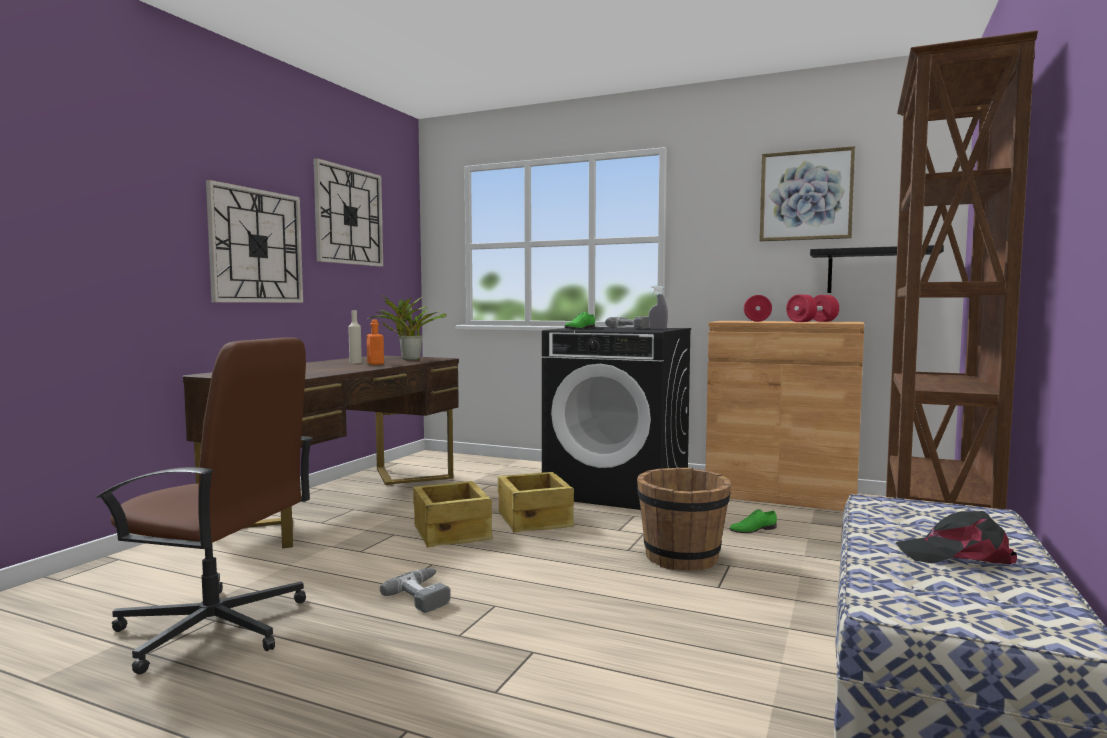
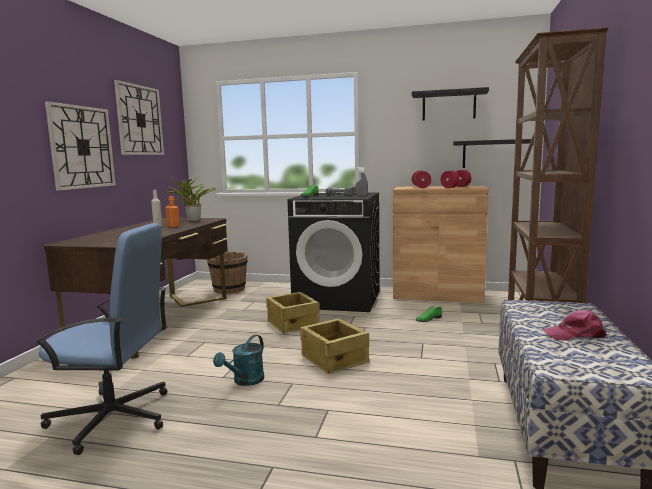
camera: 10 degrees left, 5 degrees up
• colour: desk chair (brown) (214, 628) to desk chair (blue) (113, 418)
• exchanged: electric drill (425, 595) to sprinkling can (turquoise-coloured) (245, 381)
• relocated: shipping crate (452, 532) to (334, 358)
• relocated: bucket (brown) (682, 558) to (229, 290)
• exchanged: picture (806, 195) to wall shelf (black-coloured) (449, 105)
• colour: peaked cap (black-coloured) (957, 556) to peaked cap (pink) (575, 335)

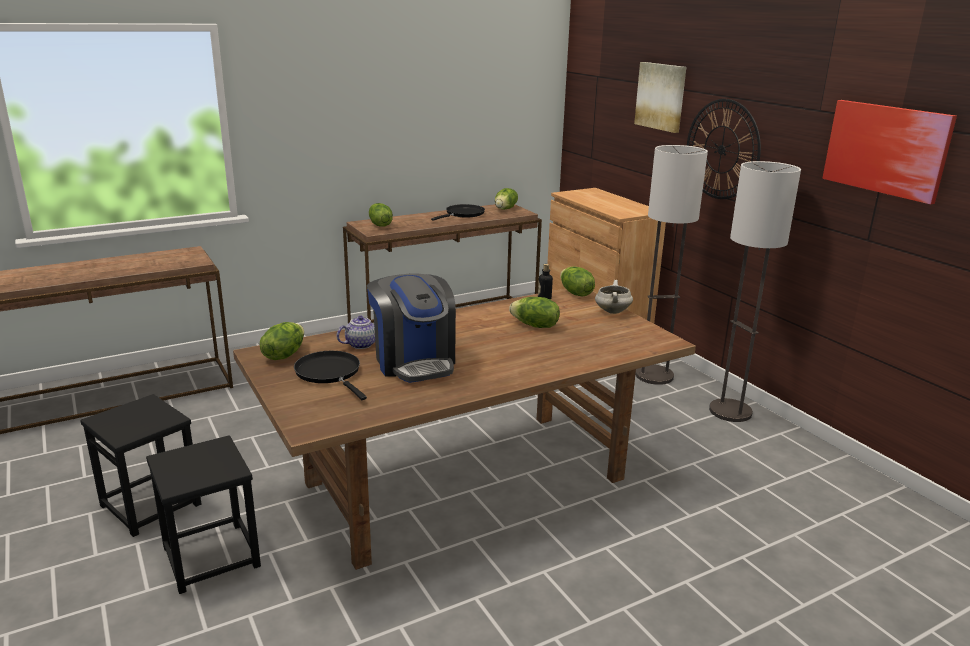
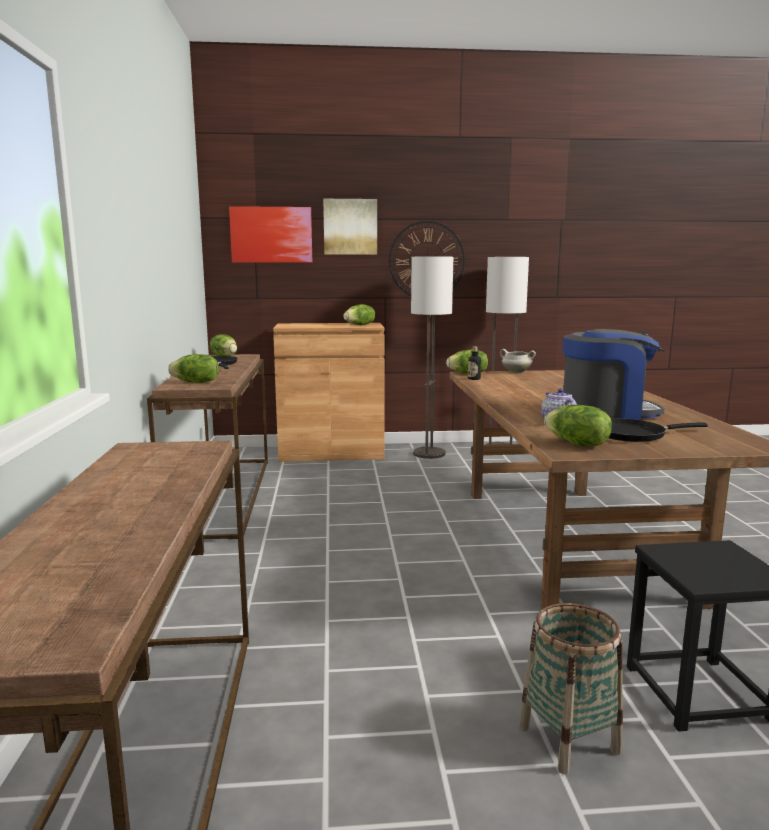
camera: 65 degrees left, 10 degrees down
• exchanged: stool (black-coloured) (151, 505) to basket (568, 739)
• relocated: lettuce (535, 326) to (360, 325)
• relocated: picture (886, 149) to (271, 235)

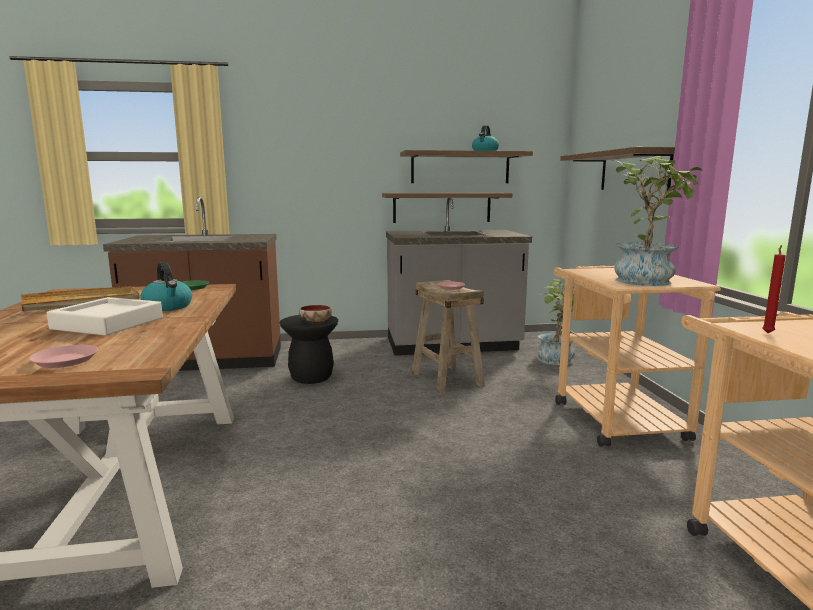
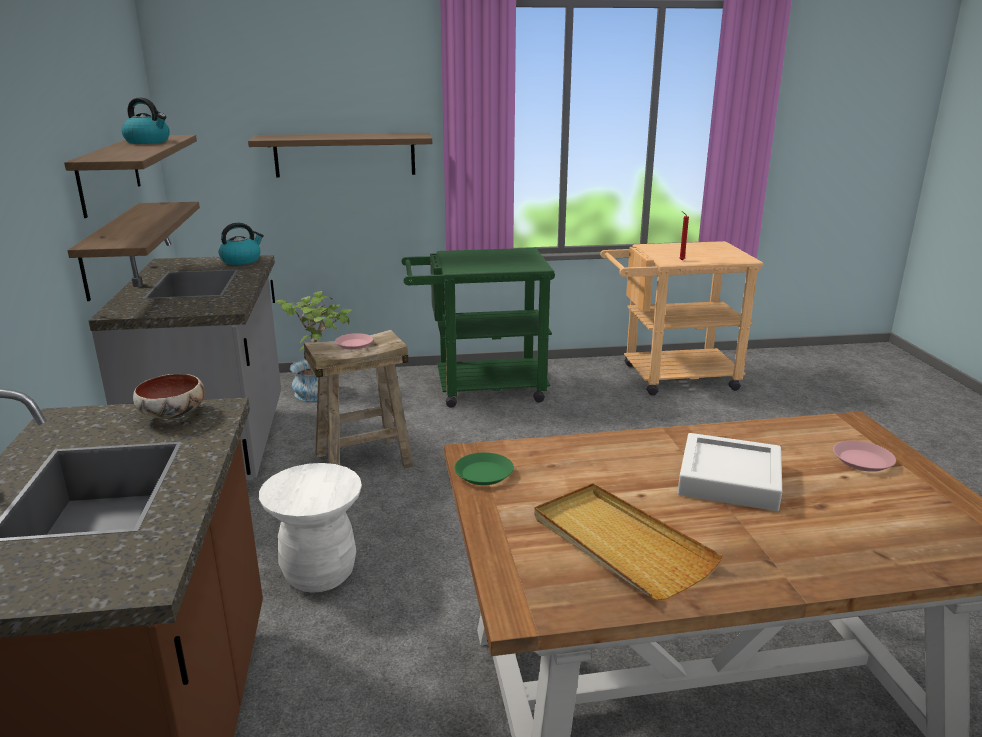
camera: 90 degrees left, 10 degrees up
• relocated: kettle (168, 307) to (241, 260)
• colour: stool (black-coloured) (311, 377) to stool (whitish) (319, 573)
• relocated: serving bowl (315, 322) to (173, 415)
• colour: trolley (beige) (612, 416) to trolley (green-coloured) (479, 388)
• missing: potted plant (646, 280)

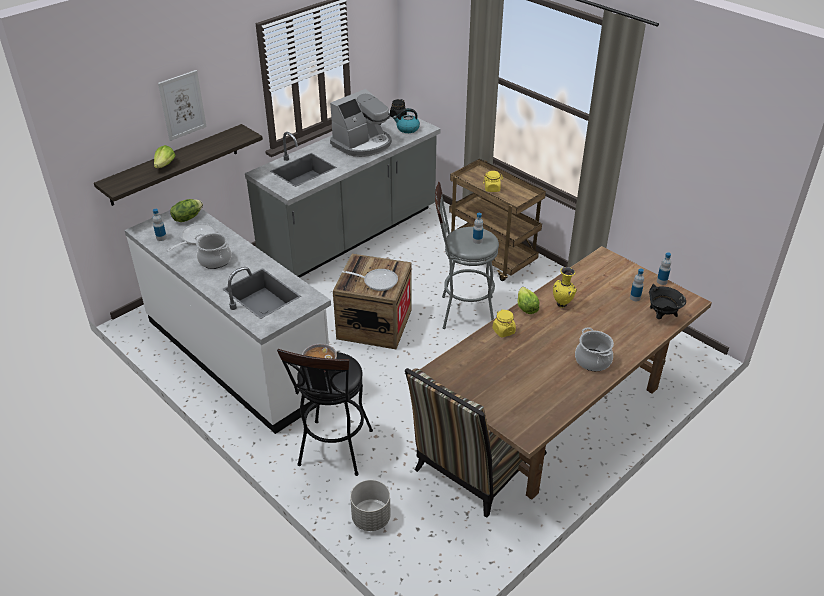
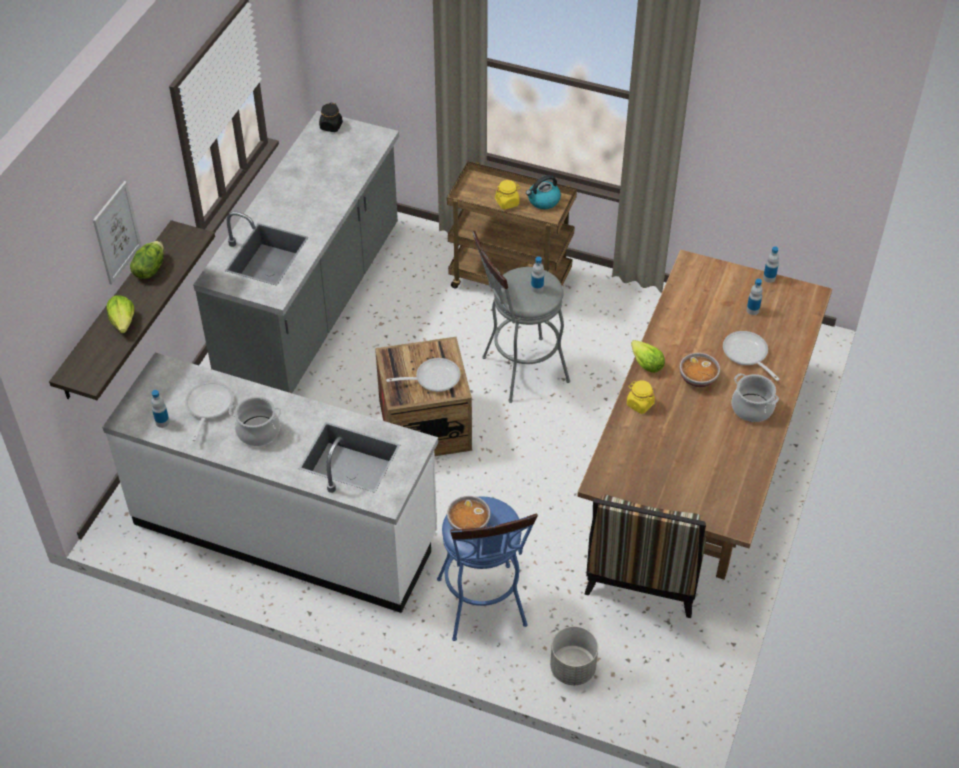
camera: 25 degrees left, 10 degrees up
• relocated: lettuce (187, 218) to (149, 269)
• colour: stool (black-coloured) (334, 453) to stool (blue) (484, 609)
• missing: coffee machine (363, 144)
• relocated: kettle (407, 129) to (543, 201)
• missing: flower vase (yellowish) (562, 304)
• missing: stockpot (black-coloured) (662, 316)
• appeared: serving bowl (697, 379)
• appeared: skillet (747, 354)

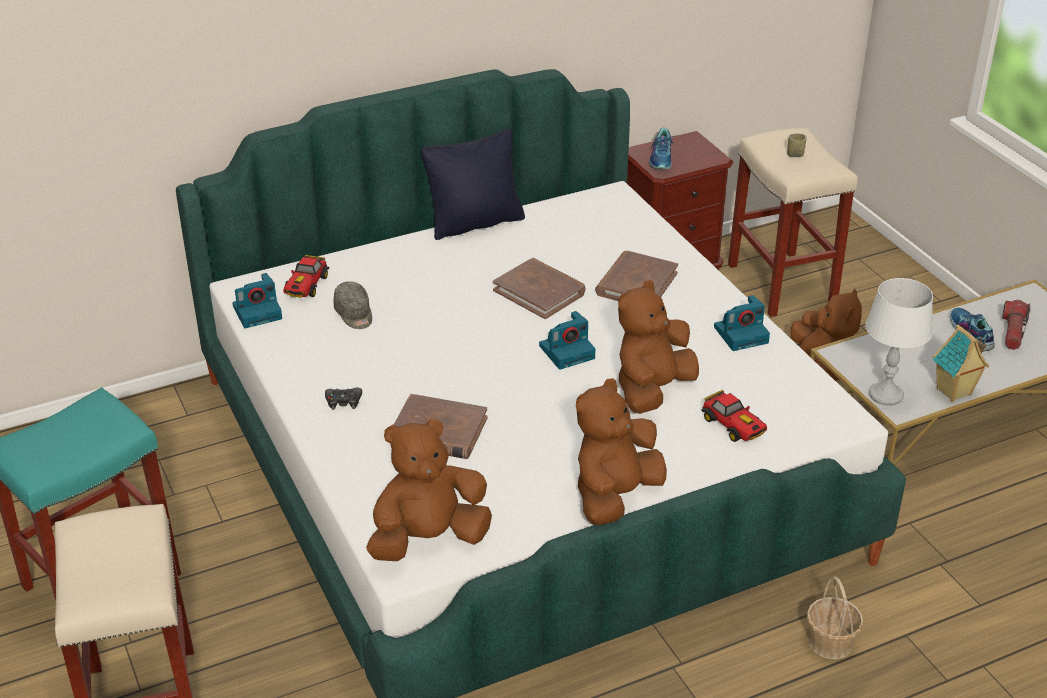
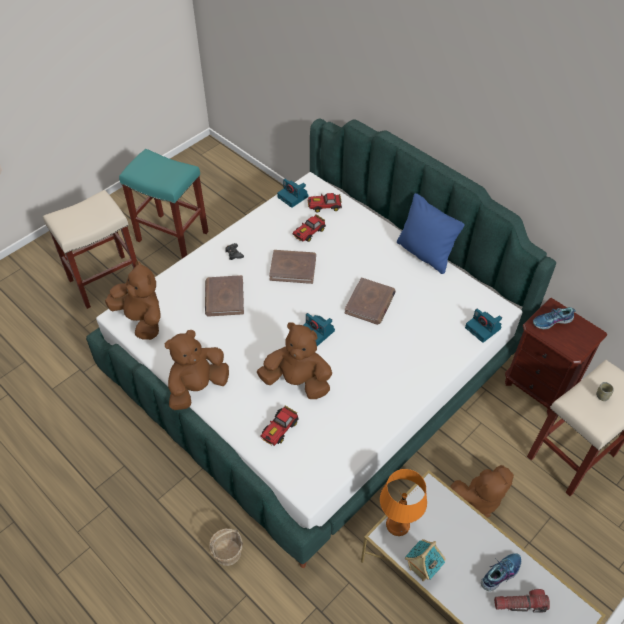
camera: 70 degrees right, 15 degrees up
• exchanged: peaked cap (grey) (354, 314) to model car (309, 233)
• colour: pillow (black-coloured) (475, 223) to pillow (blue) (425, 253)
• spun: plush toy (brown) (615, 496) = (197, 387) 60 degrees counterclockwise
• relocated: bound book (brown) (636, 283) to (293, 268)
• relocated: still camera (741, 334) to (483, 328)
• colour: lamp for a table (whitish) (886, 395) to lamp for a table (orangey) (397, 524)

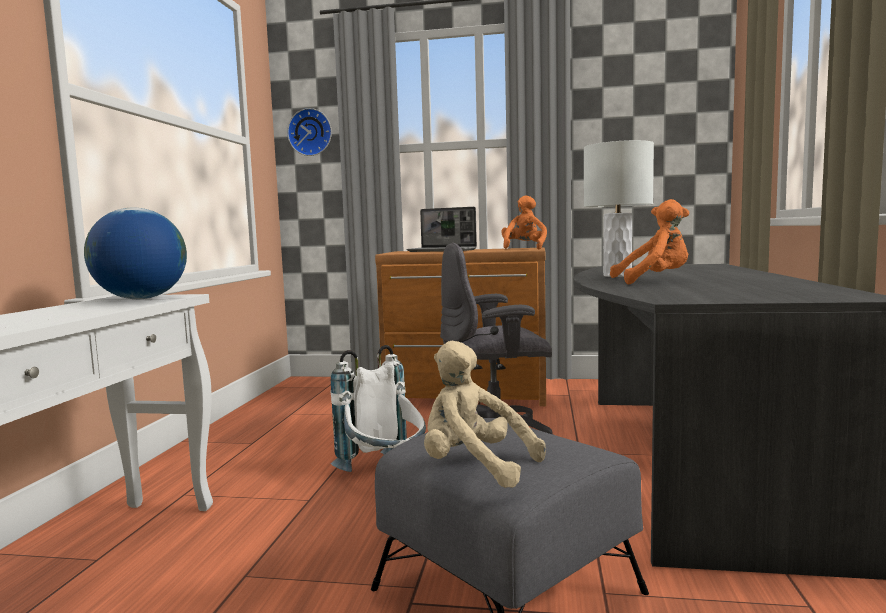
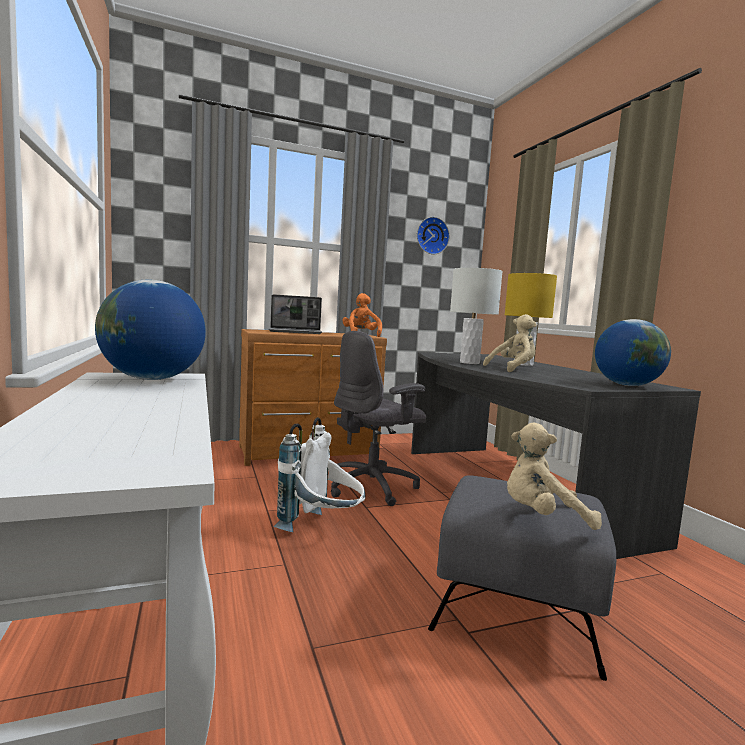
camera: 30 degrees left, 0 degrees up
• relocated: clock on the wall (310, 132) to (431, 236)
• colour: plush toy (orangey) (654, 281) to plush toy (beige) (513, 369)
• appeared: lamp for a table (yellowish) (523, 364)
• appeared: world globe (627, 385)

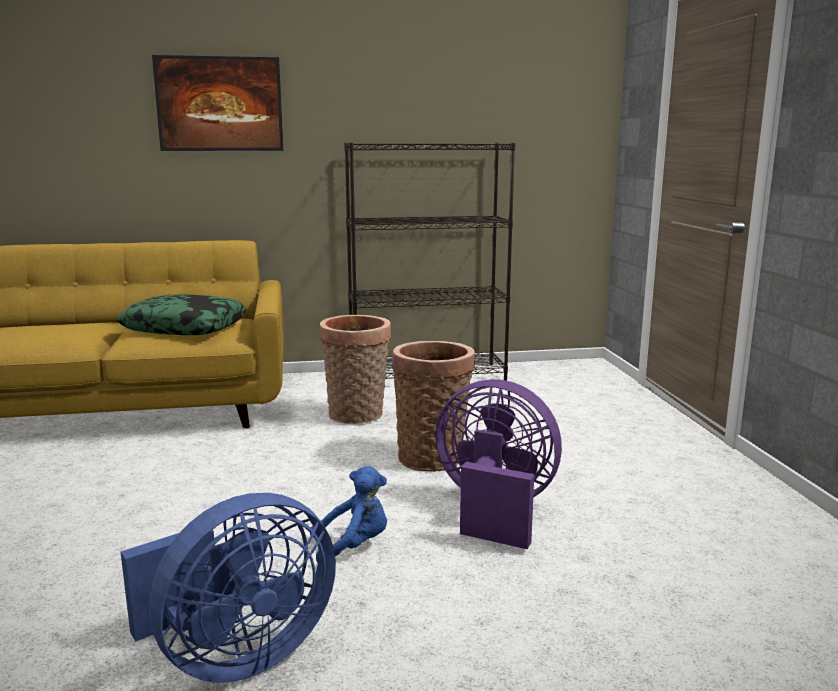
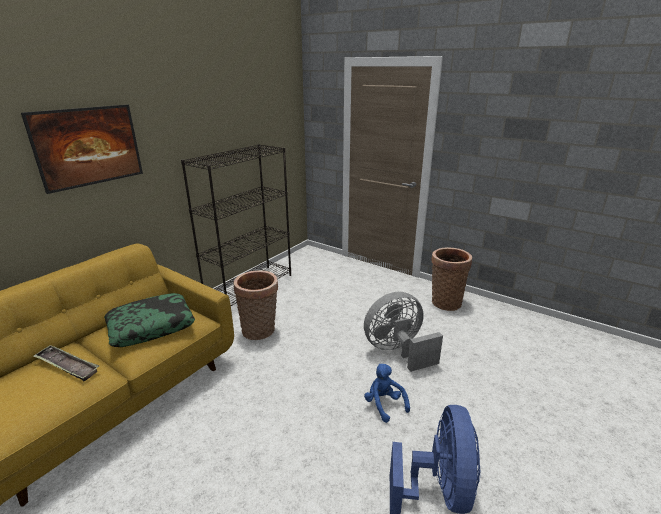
camera: 45 degrees left, 10 degrees up
• spun: plush toy (blue) (354, 546) = (384, 404) 60 degrees counterclockwise
• relocated: basket (432, 457) to (445, 301)
• colour: electric fan (purple-coloured) (494, 509) to electric fan (grey) (398, 351)
• appeared: carrying tray (67, 366)

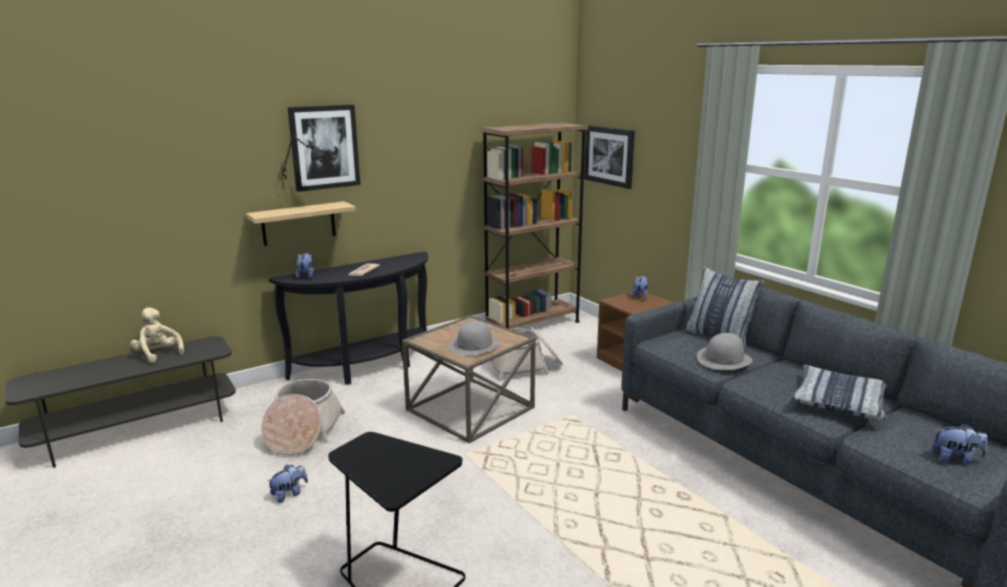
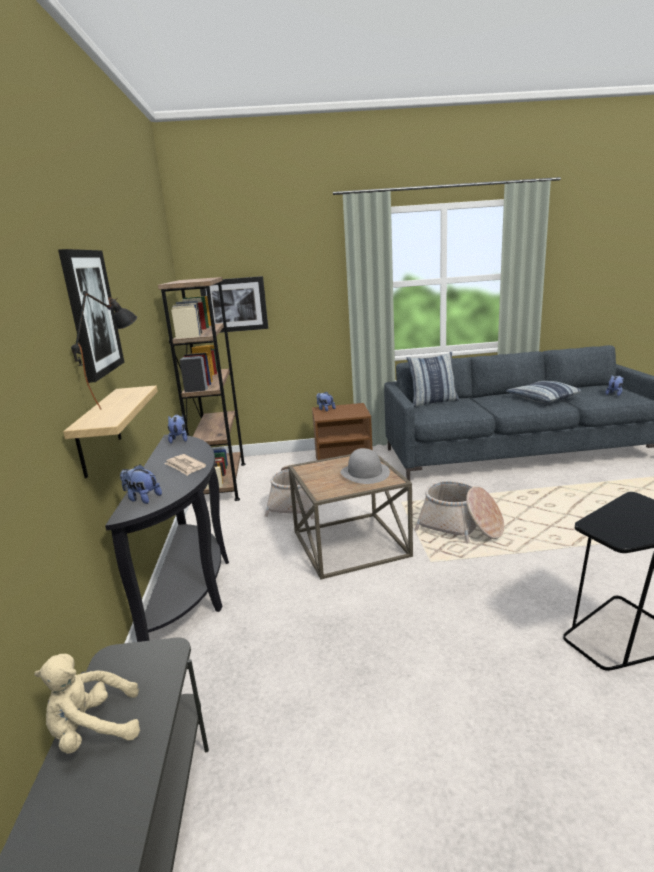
camera: 60 degrees left, 0 degrees up
• relocated: basket (303, 432) to (460, 527)
• relocated: plush toy (289, 494) to (179, 439)
• missing: clothing hat (grey) (724, 359)

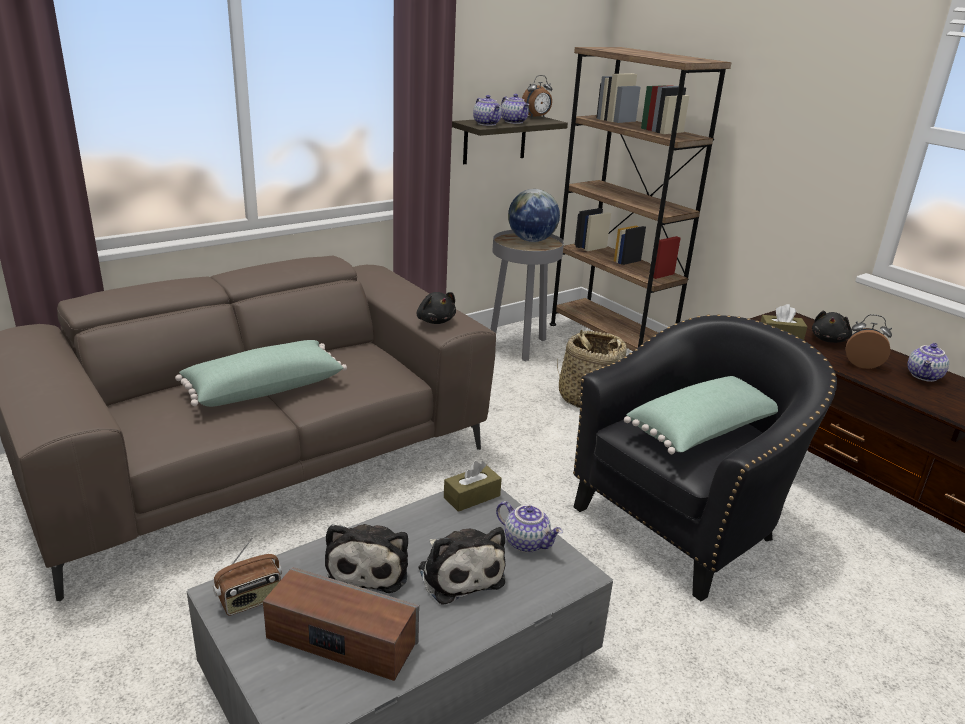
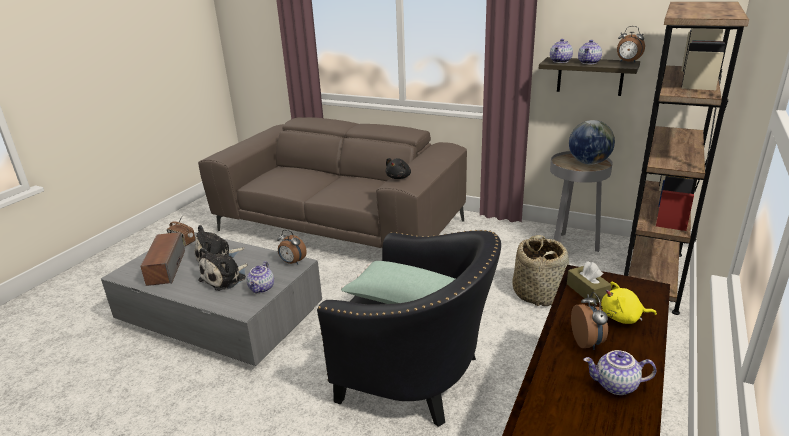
camera: 65 degrees right, 0 degrees up
• missing: pillow (green-coloured) (263, 388)
• exchanged: tissue holder (brown) (472, 497) to table clock (292, 262)
• colour: plush toy (black-coloured) (829, 340) to plush toy (yellowish) (623, 318)

